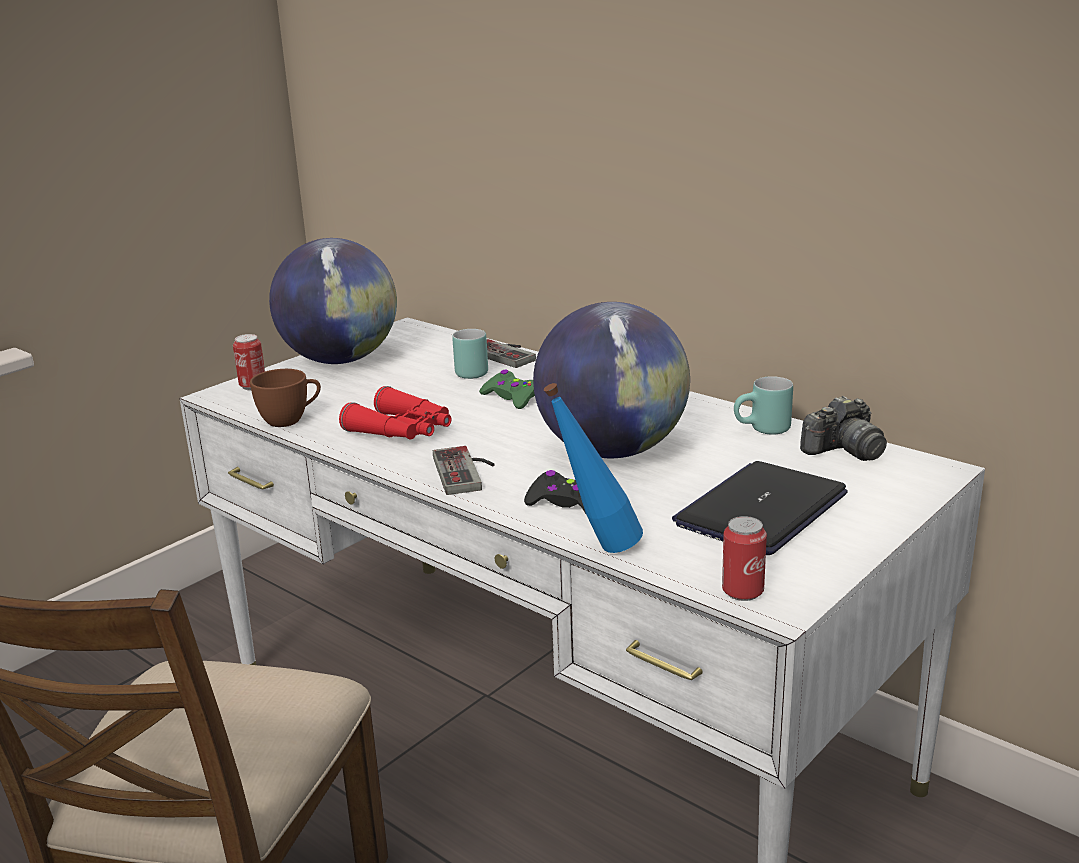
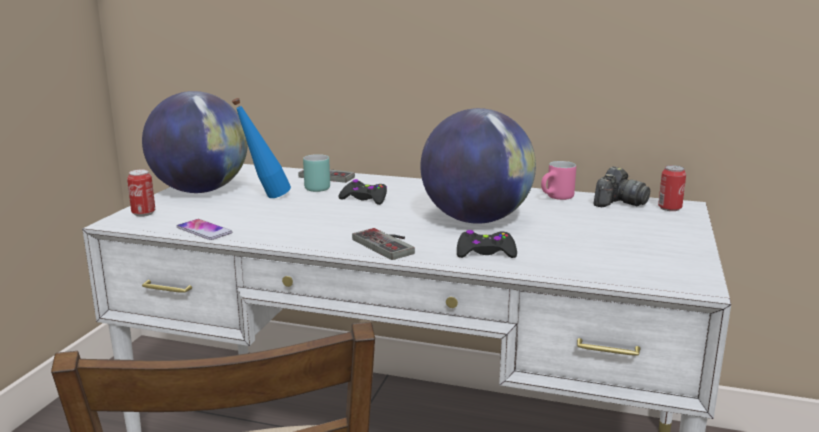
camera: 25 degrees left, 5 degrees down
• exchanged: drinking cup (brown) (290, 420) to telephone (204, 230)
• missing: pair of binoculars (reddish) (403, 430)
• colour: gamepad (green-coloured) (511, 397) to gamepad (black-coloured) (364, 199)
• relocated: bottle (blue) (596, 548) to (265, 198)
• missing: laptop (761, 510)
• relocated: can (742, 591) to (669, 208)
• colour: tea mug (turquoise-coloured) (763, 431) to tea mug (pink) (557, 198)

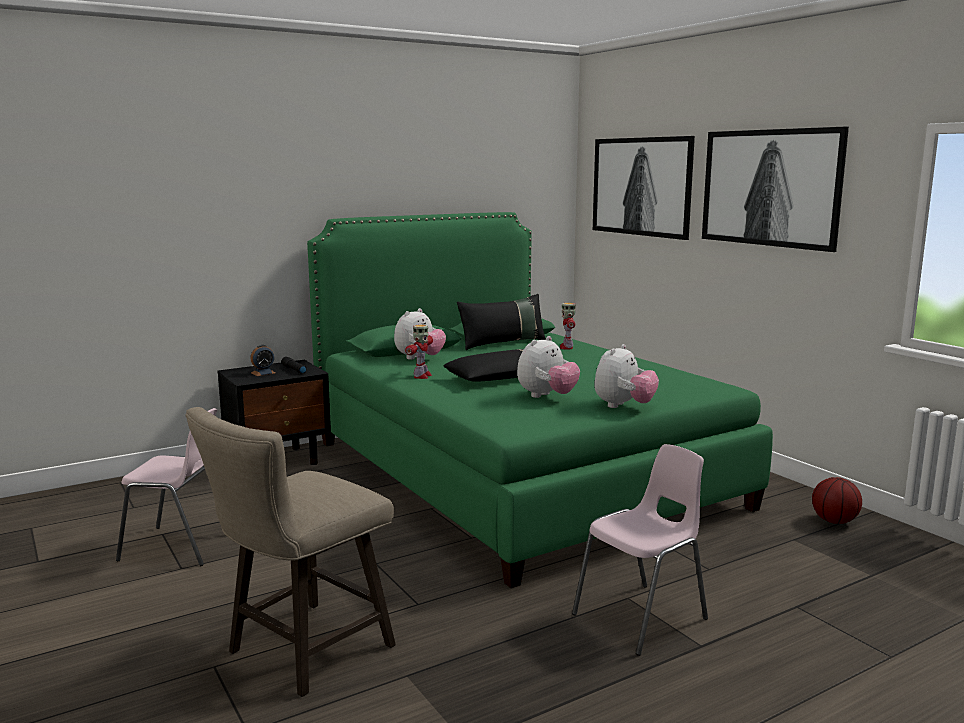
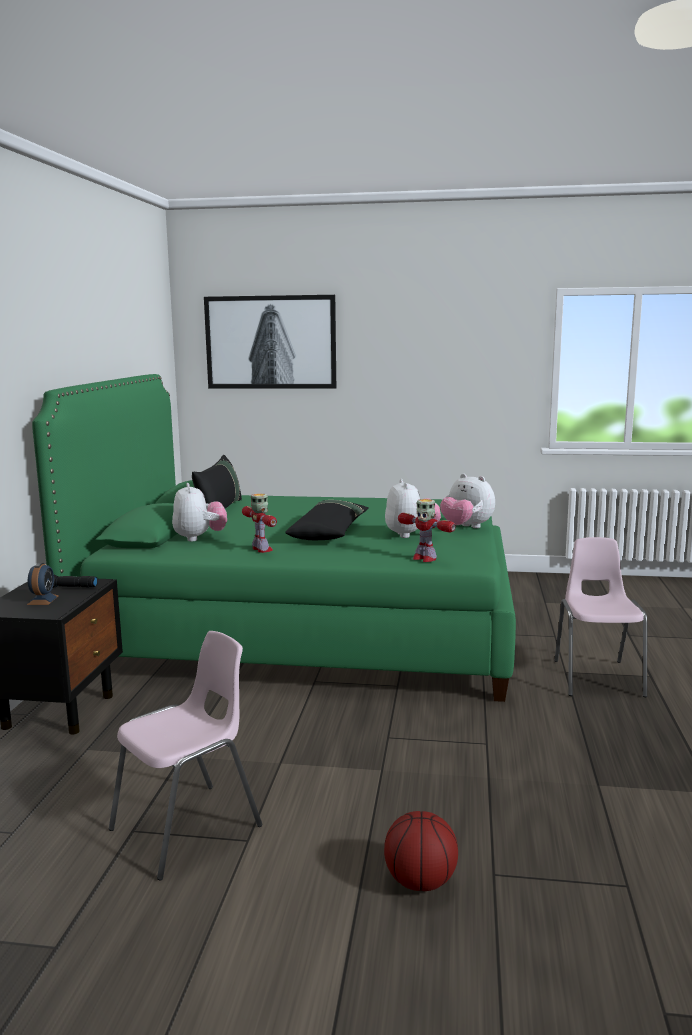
camera: 50 degrees left, 0 degrees up
• missing: stool (beige) (301, 653)
• relocated: toy robot (567, 347) to (424, 558)
• spun: plush toy (623, 406) = (466, 527) 150 degrees clockwise
• missing: picture (769, 188)
• relocated: basketball (834, 521) to (420, 881)

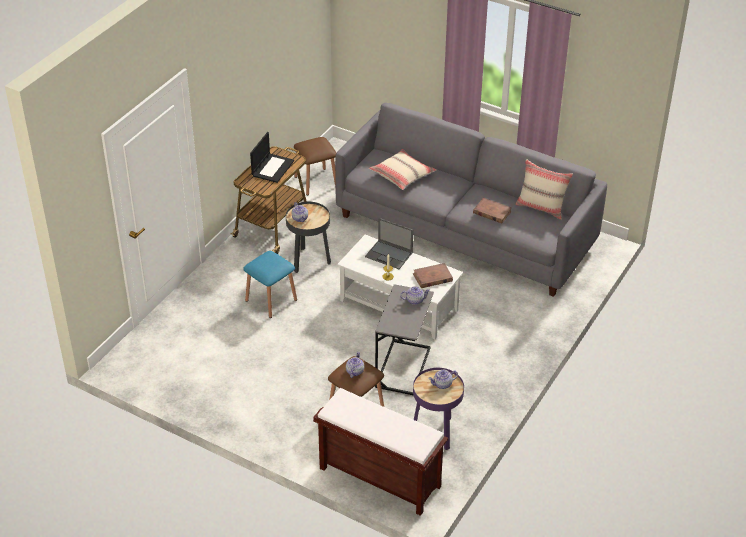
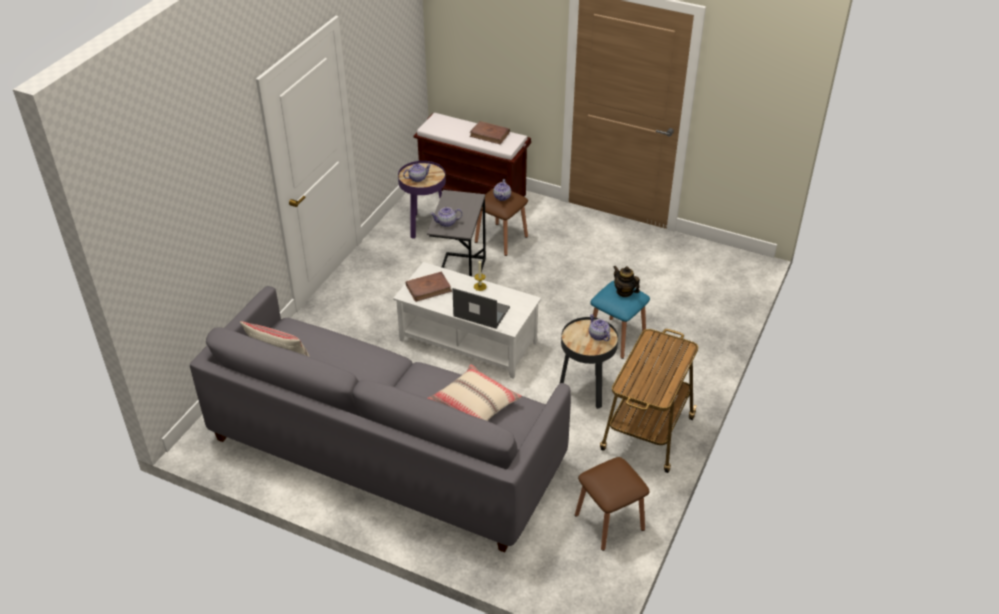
camera: 175 degrees right, 0 degrees up
• missing: laptop (272, 168)
• relocated: bound book (brown) (492, 212) to (490, 134)
• appeared: pot for tea (624, 292)

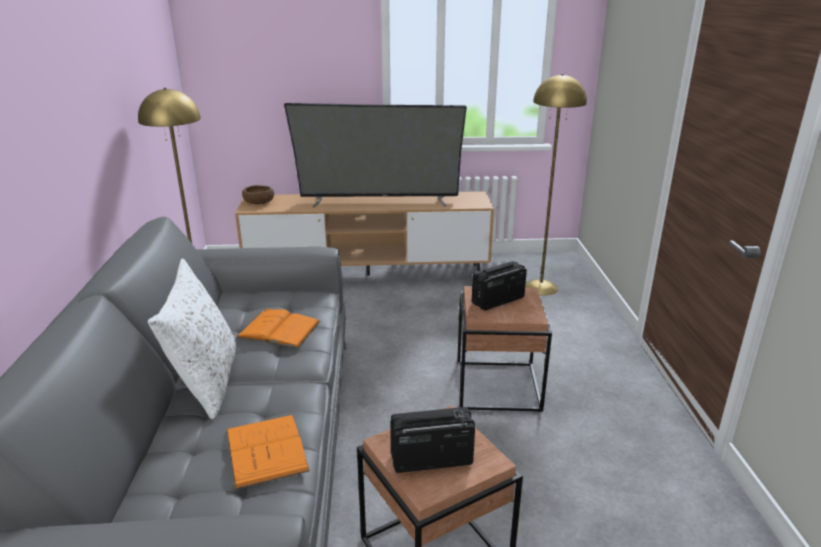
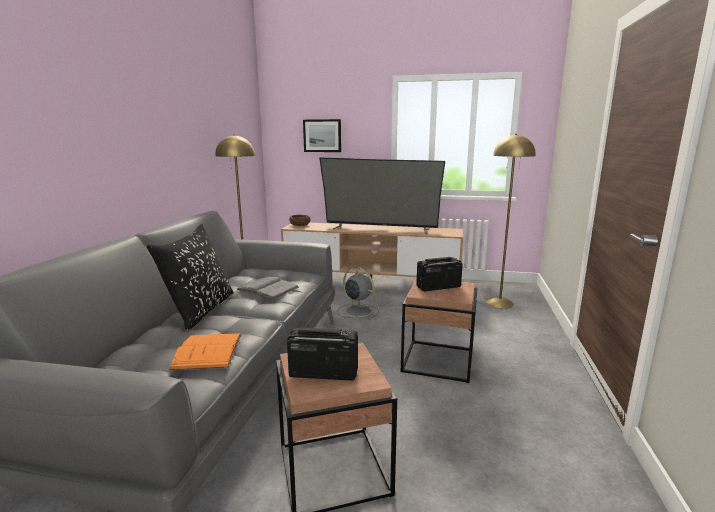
camera: 15 degrees right, 10 degrees down
• colour: pillow (whitish) (206, 381) to pillow (black-coloured) (200, 310)
• colour: bound book (orangey) (279, 329) to bound book (grey) (268, 288)
• appeared: picture (322, 135)
• appeared: electric fan (grey) (357, 311)

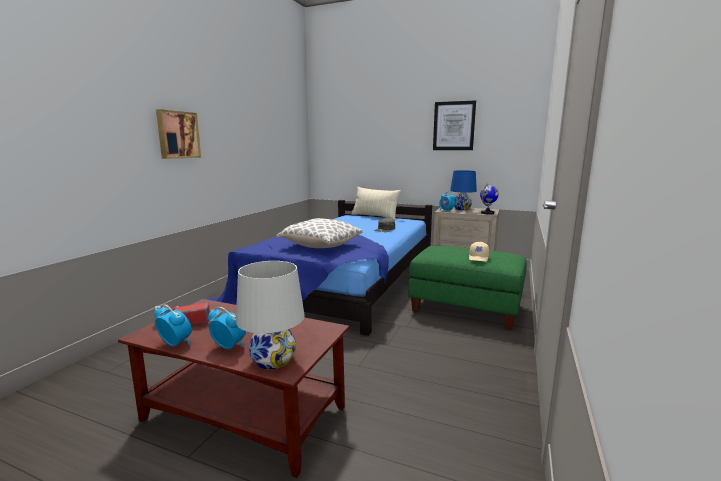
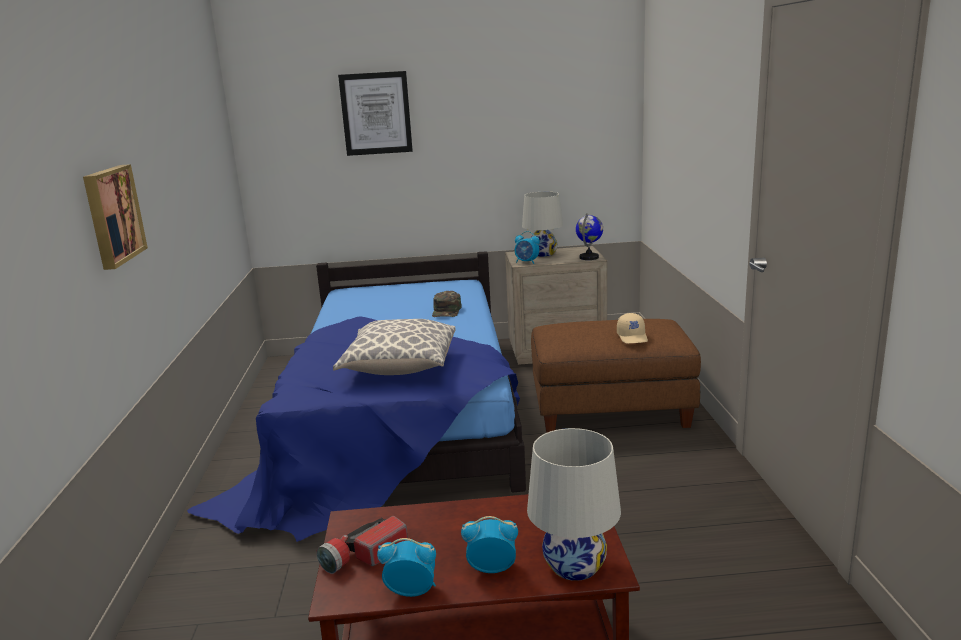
camera: 25 degrees left, 5 degrees up
• missing: pillow (beige) (374, 216)
• colour: footrest (green-coloured) (466, 307) to footrest (brown) (611, 410)
• relocated: picture (454, 126) to (376, 113)
• colour: lamp for a table (blue) (462, 209) to lamp for a table (whitish) (543, 254)

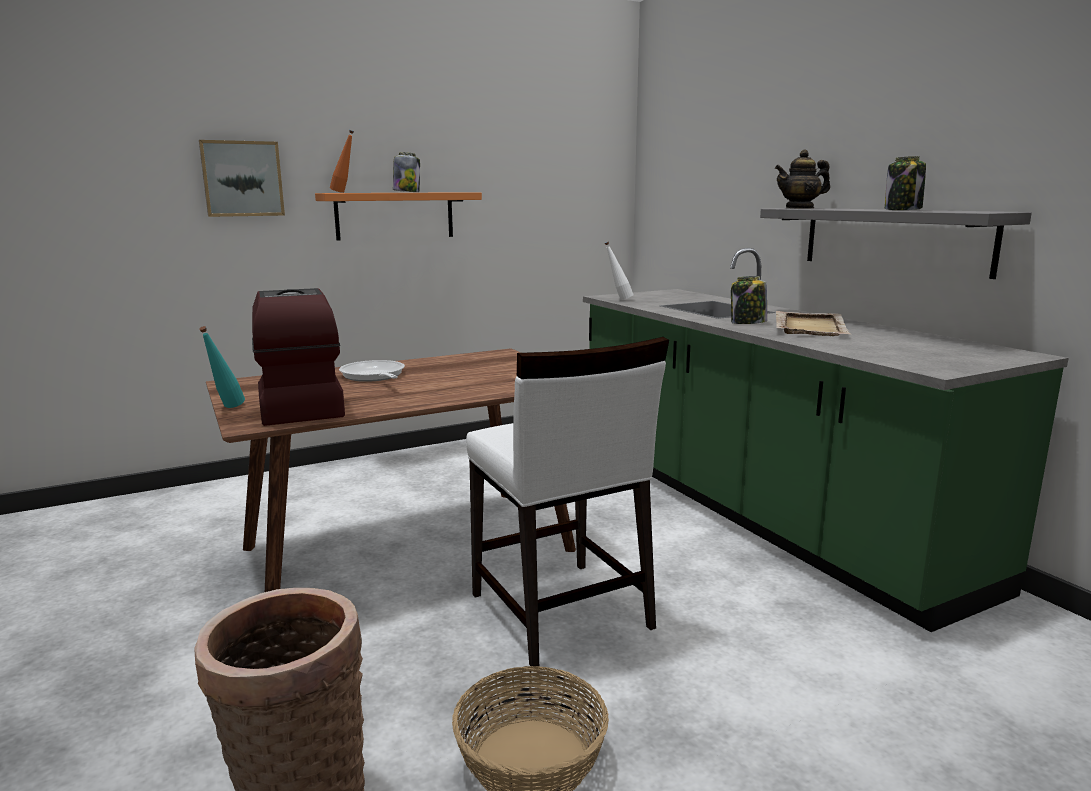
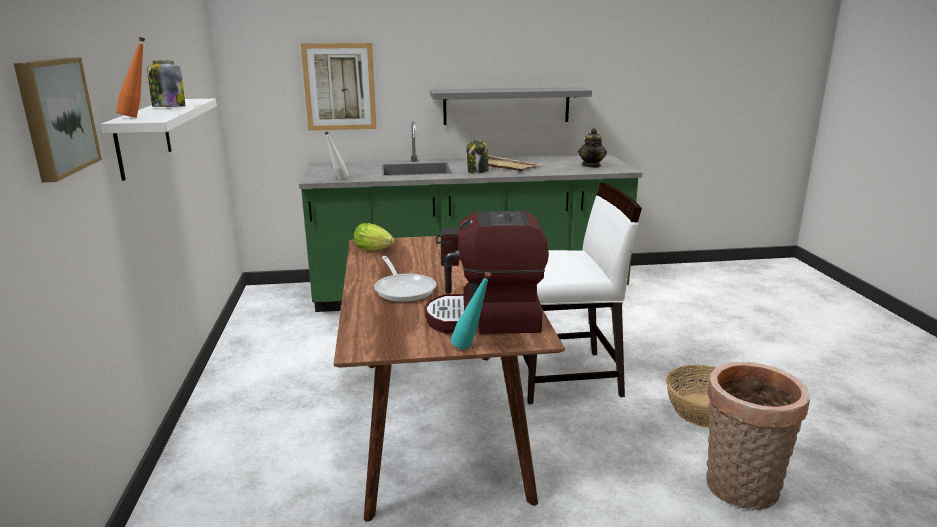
camera: 70 degrees left, 5 degrees up
• colour: wall shelf (orangey) (395, 215) to wall shelf (whitish) (143, 137)
• spun: skillet (374, 376) = (404, 289) 105 degrees counterclockwise
• relocated: pot for tea (800, 208) to (591, 166)
• missing: storage jar (903, 210)
• appeared: picture (339, 87)
• appeared: lettuce (375, 250)

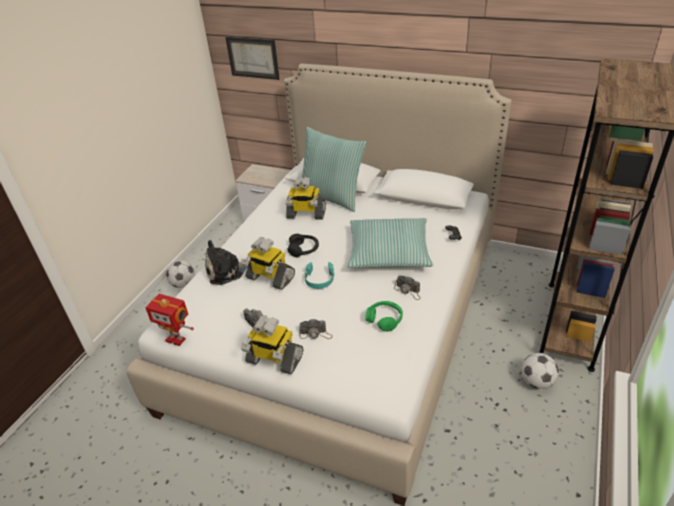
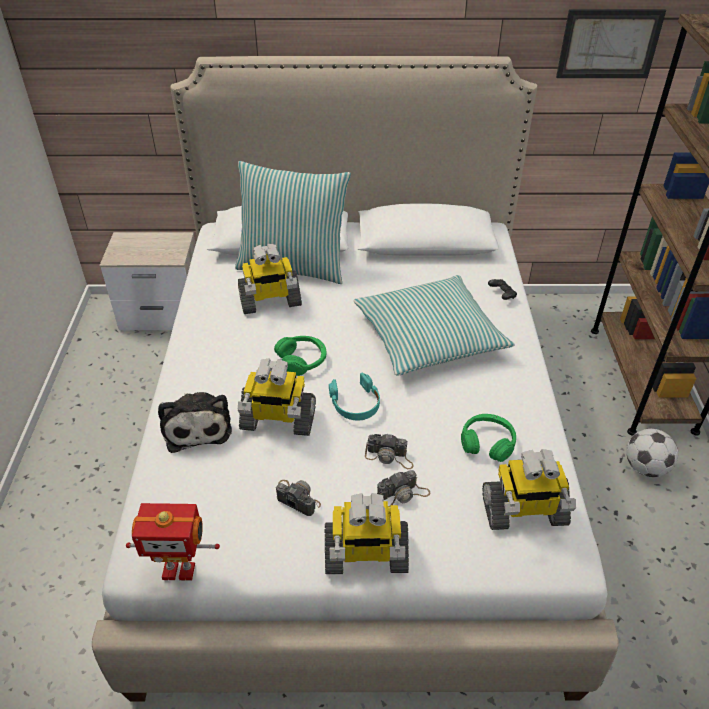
camera: 25 degrees left, 5 degrees up
• missing: football (183, 284)
• spun: plush toy (227, 271) = (197, 426) 60 degrees counterclockwise
• relocated: picture (253, 58) to (609, 44)
• colour: headphones (black-coloured) (304, 249) to headphones (green-coloured) (302, 360)
• relocated: still camera (408, 291) to (389, 457)
• appeared: toy robot (523, 511)

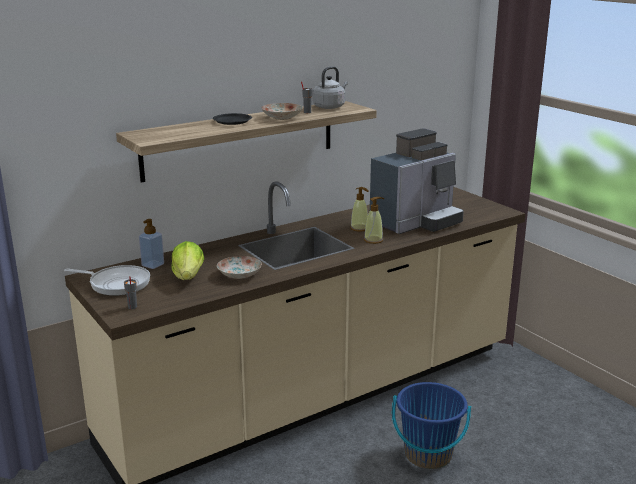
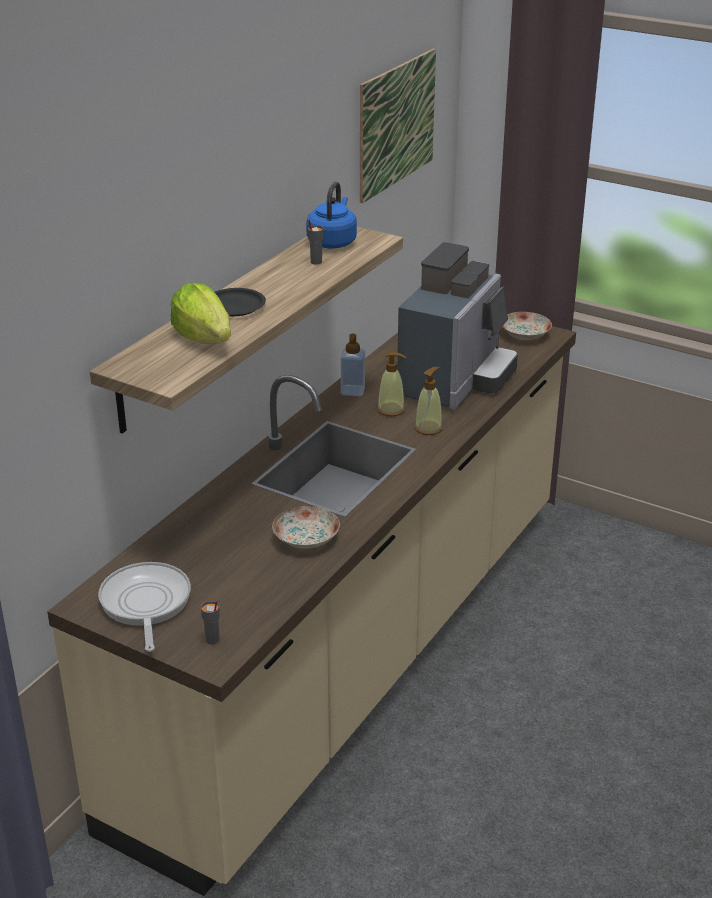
camera: 25 degrees left, 10 degrees up
• spun: skillet (116, 284) = (145, 604) 90 degrees counterclockwise
• relocated: soap dispenser (153, 265) to (352, 391)
• relocated: lettuce (188, 277) to (204, 339)
• relocated: flat dish (281, 117) to (524, 334)
• colour: kettle (grey) (330, 107) to kettle (blue) (332, 242)
• missing: bucket (blue) (428, 455)
• appeared: picture (397, 124)

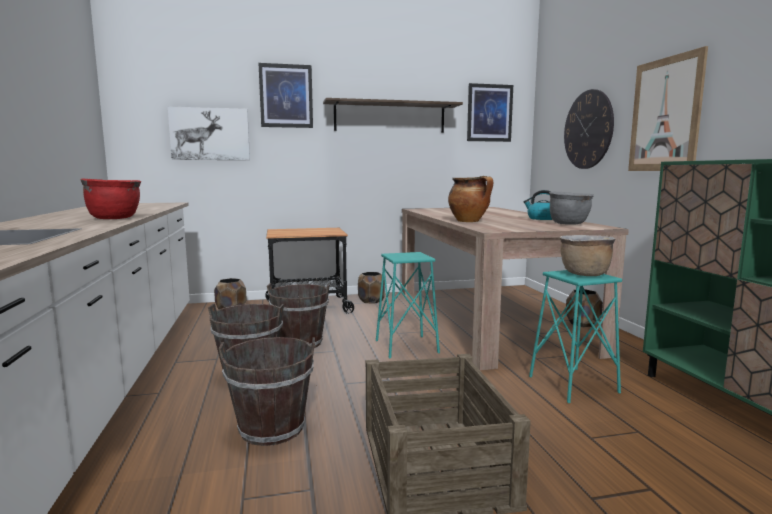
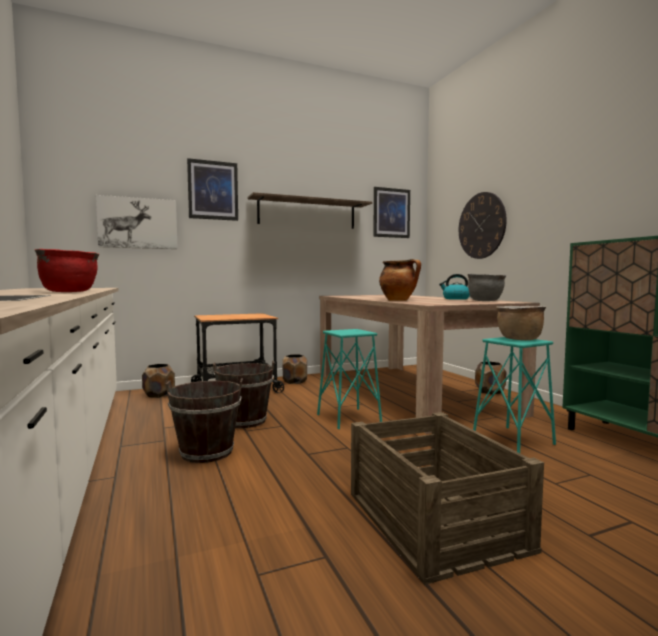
camera: 10 degrees left, 5 degrees down
• missing: bucket (brown) (272, 428)
• missing: picture (665, 115)

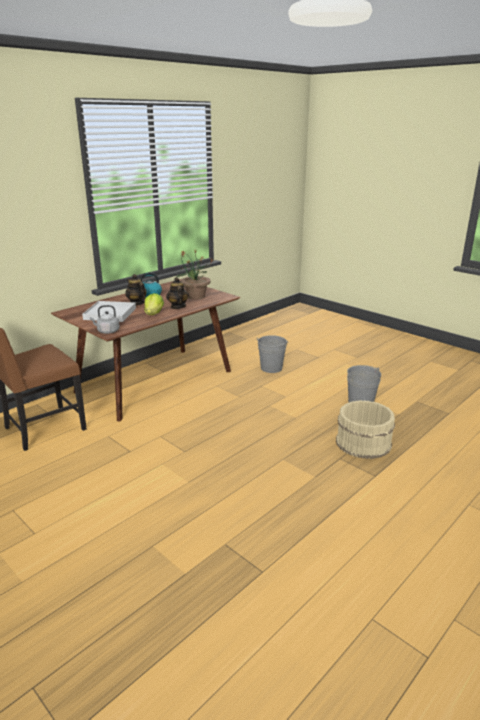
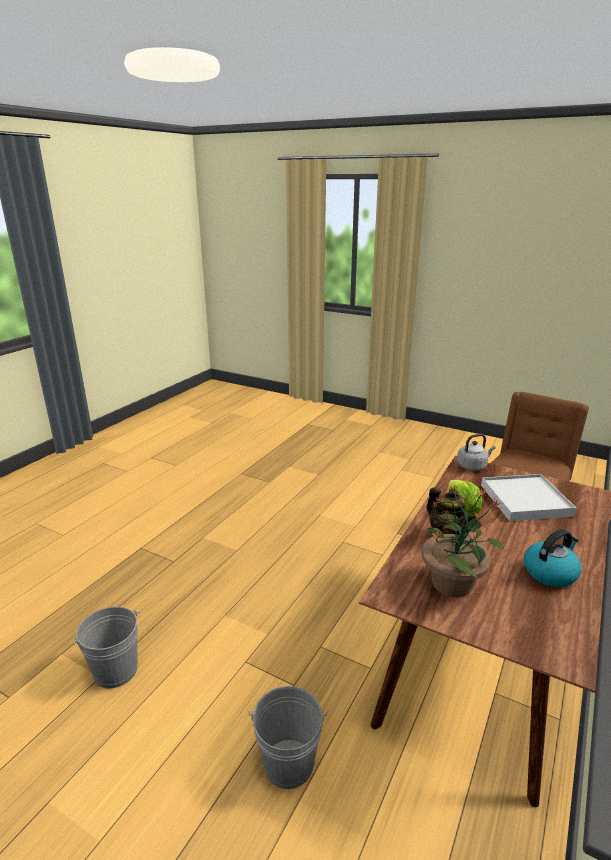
camera: 165 degrees right, 0 degrees up
• missing: pot for tea (137, 303)
• missing: bucket (beige) (363, 442)

